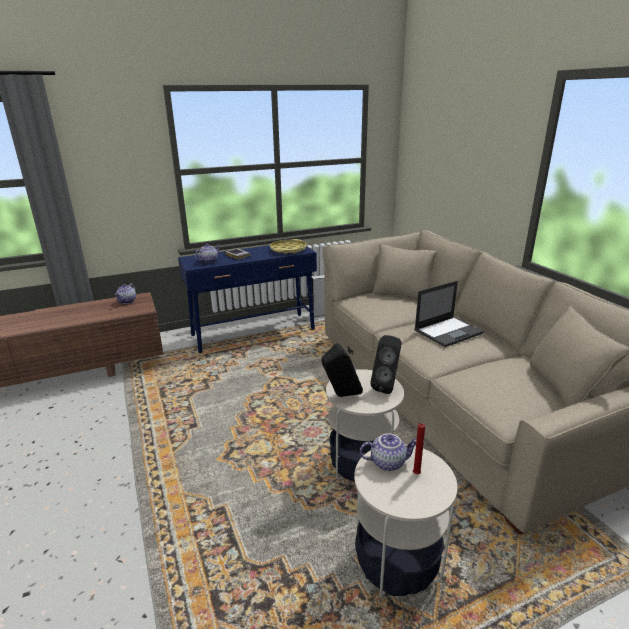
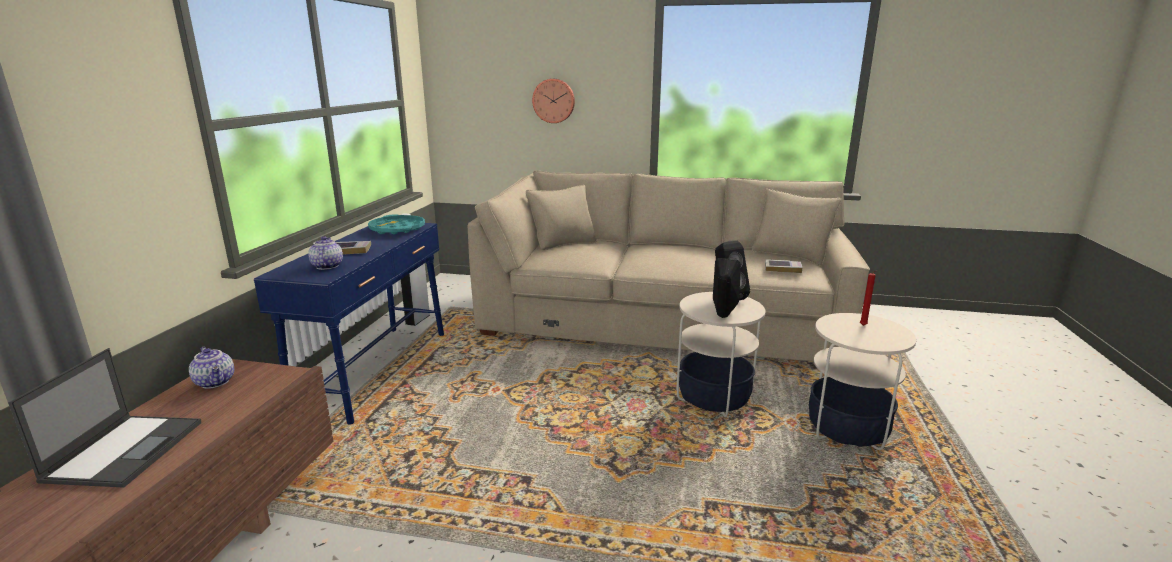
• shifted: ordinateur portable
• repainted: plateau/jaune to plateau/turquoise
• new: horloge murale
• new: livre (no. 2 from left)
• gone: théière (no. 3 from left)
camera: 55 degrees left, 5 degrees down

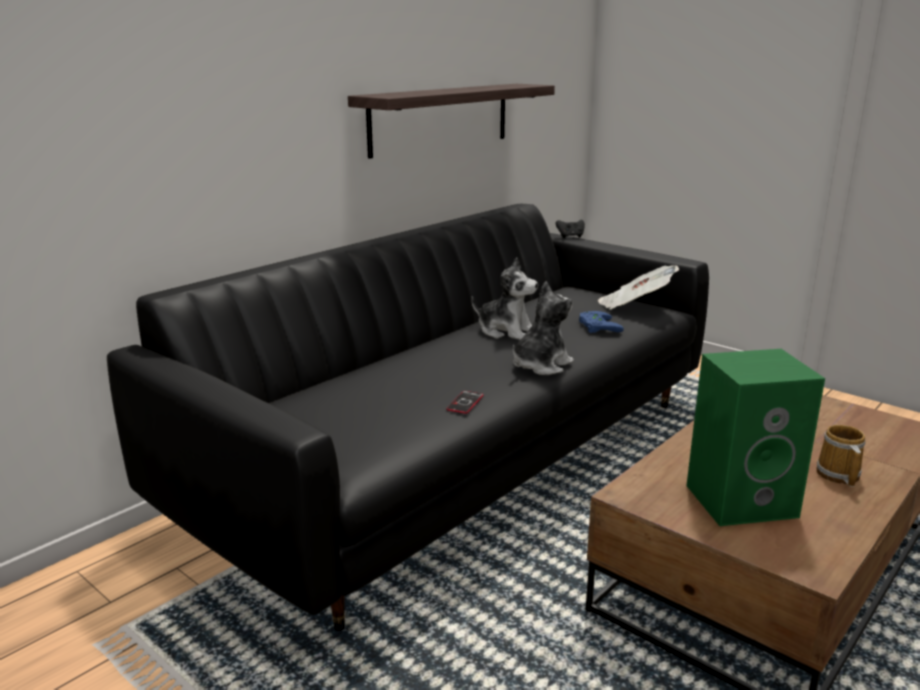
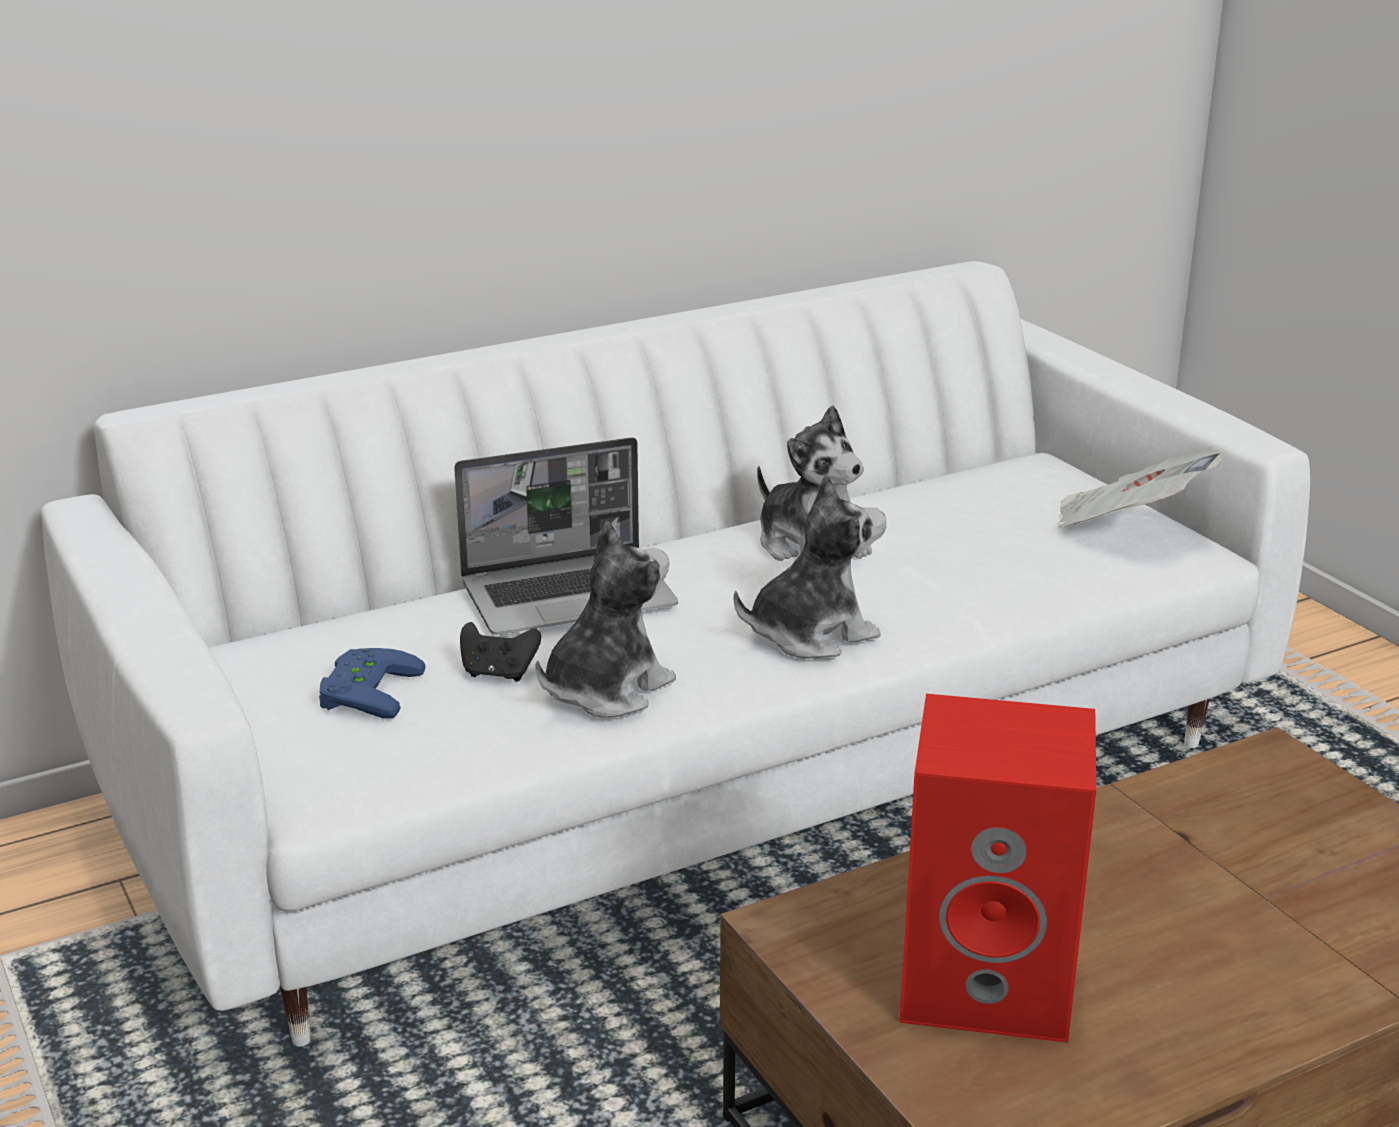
• repainted: canapé/noir to canapé/blanc
• shifted: manette/bleu
• new: ordinateur portable
• shifted: manette/noir
• swapped: téléphone to peluche (no. 1 from left)
• repainted: enceinte/vert to enceinte/rouge
• gone: étagère
• gone: mug
camera: 20 degrees right, 5 degrees up

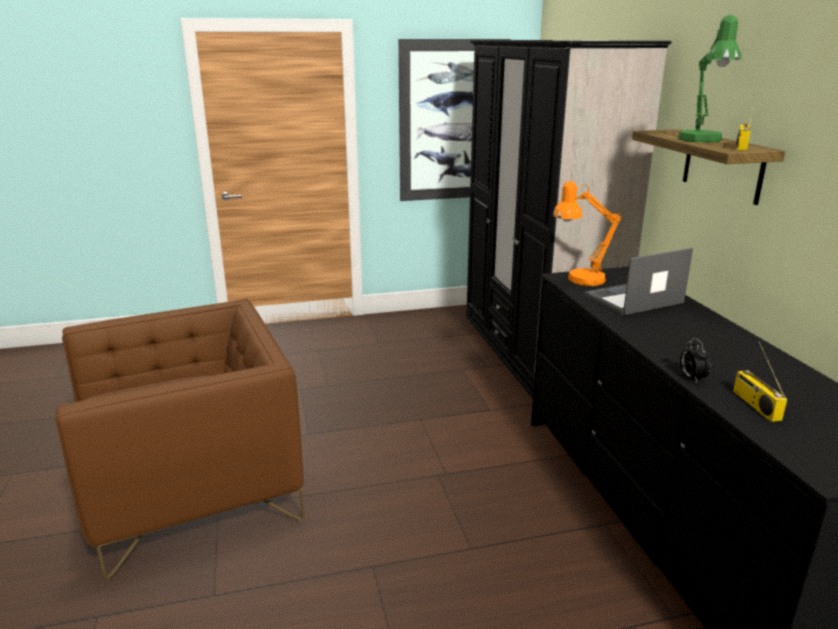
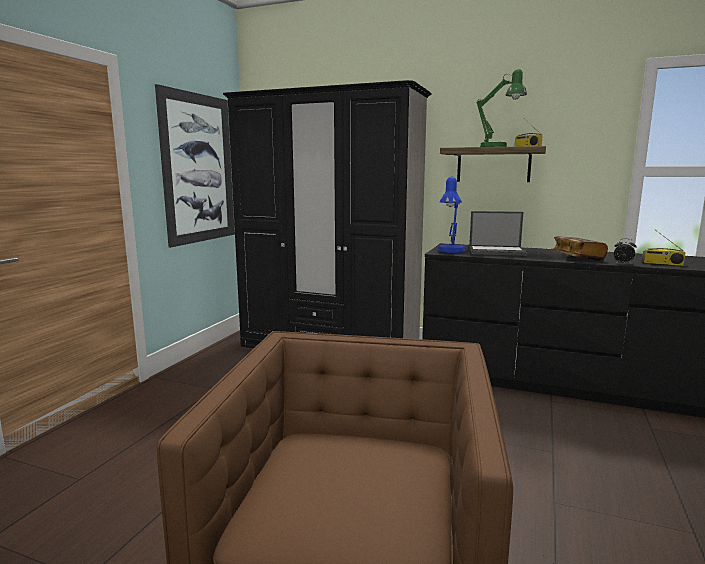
• repainted: lampe de table/orange to lampe de table/bleu
• rotated: ordinateur portable 90 degrees counterclockwise
• new: livre
camera: 55 degrees left, 10 degrees down

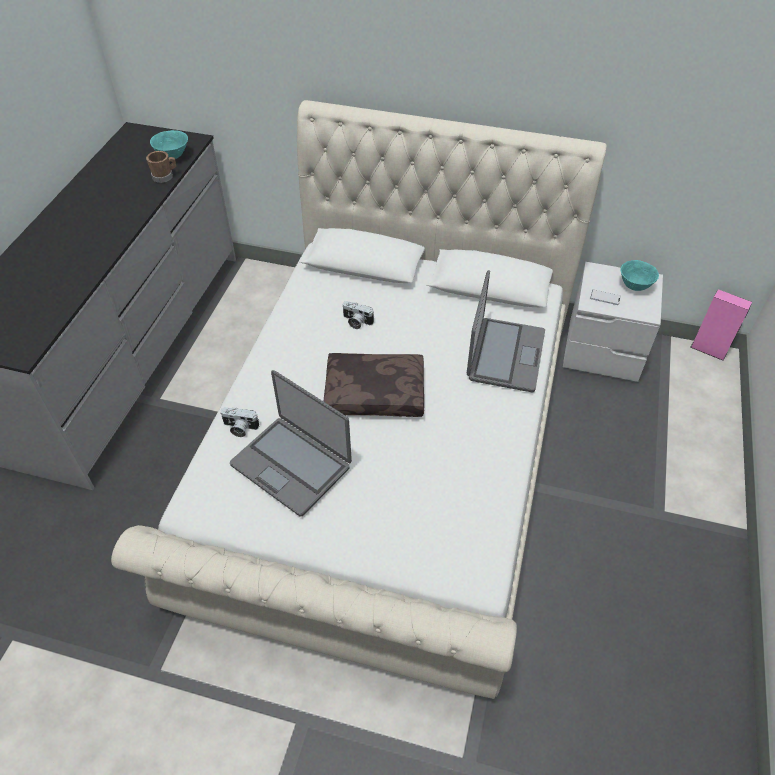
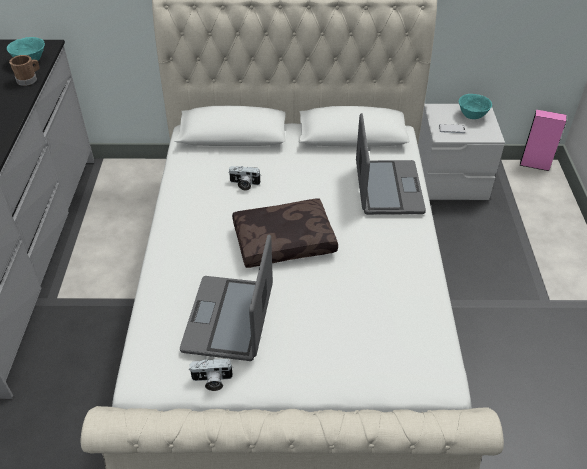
• rotated: ordinateur portable (no. 1 from left) 75 degrees clockwise
• shifted: appareil photo (no. 1 from left)
camera: 15 degrees left, 5 degrees down

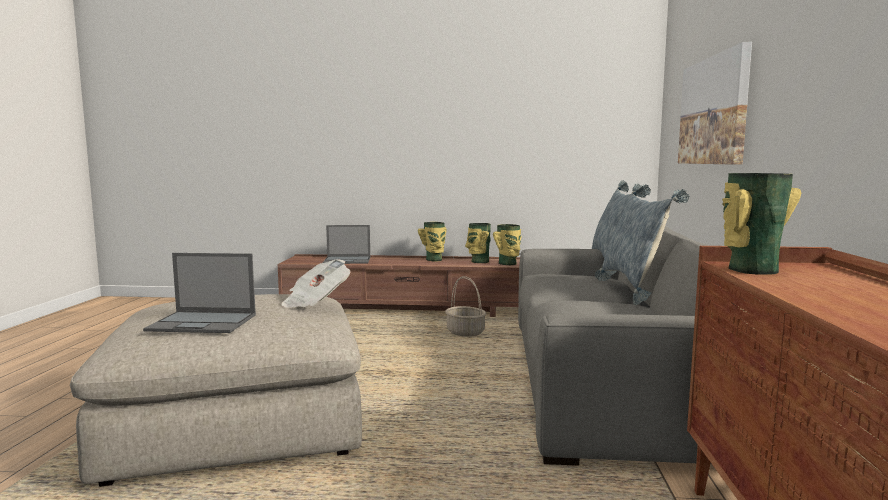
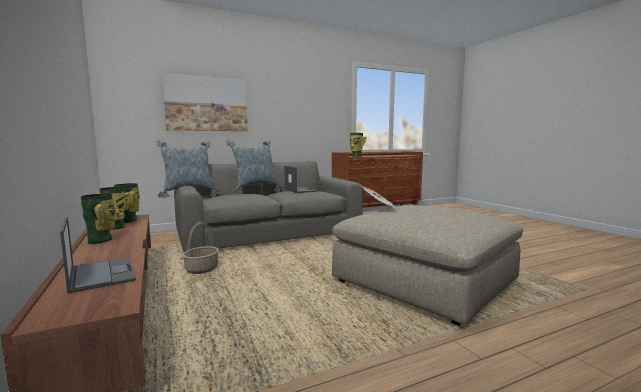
• shifted: ordinateur portable (no. 1 from left in the first image) to ordinateur portable (no. 2 from left)
camera: 120 degrees left, 0 degrees up

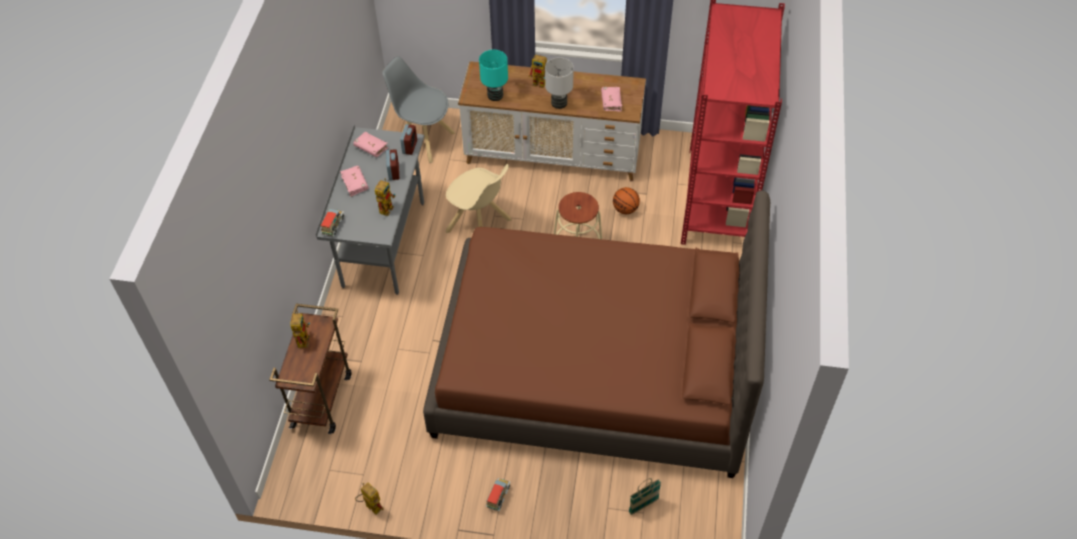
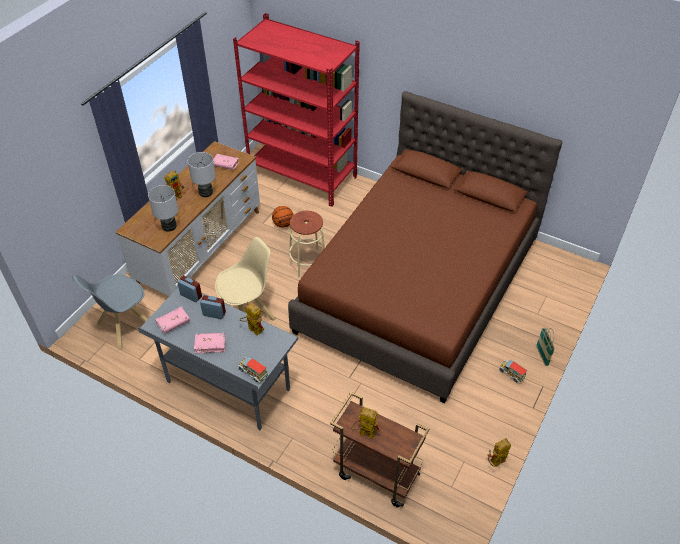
• repainted: lampe de table/turquoise to lampe de table/gris (no. 1 from left)
• shifted: panier
camera: 70 degrees left, 5 degrees down

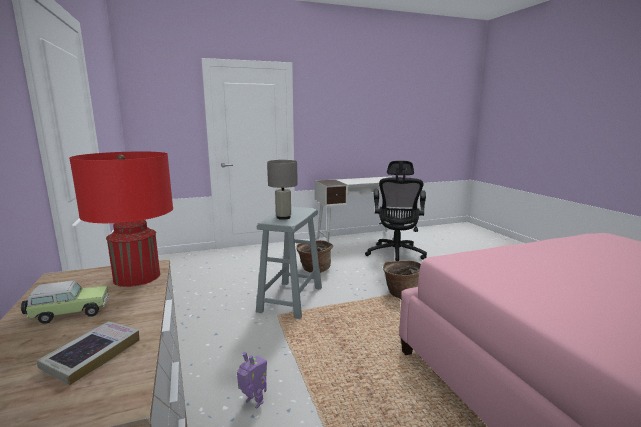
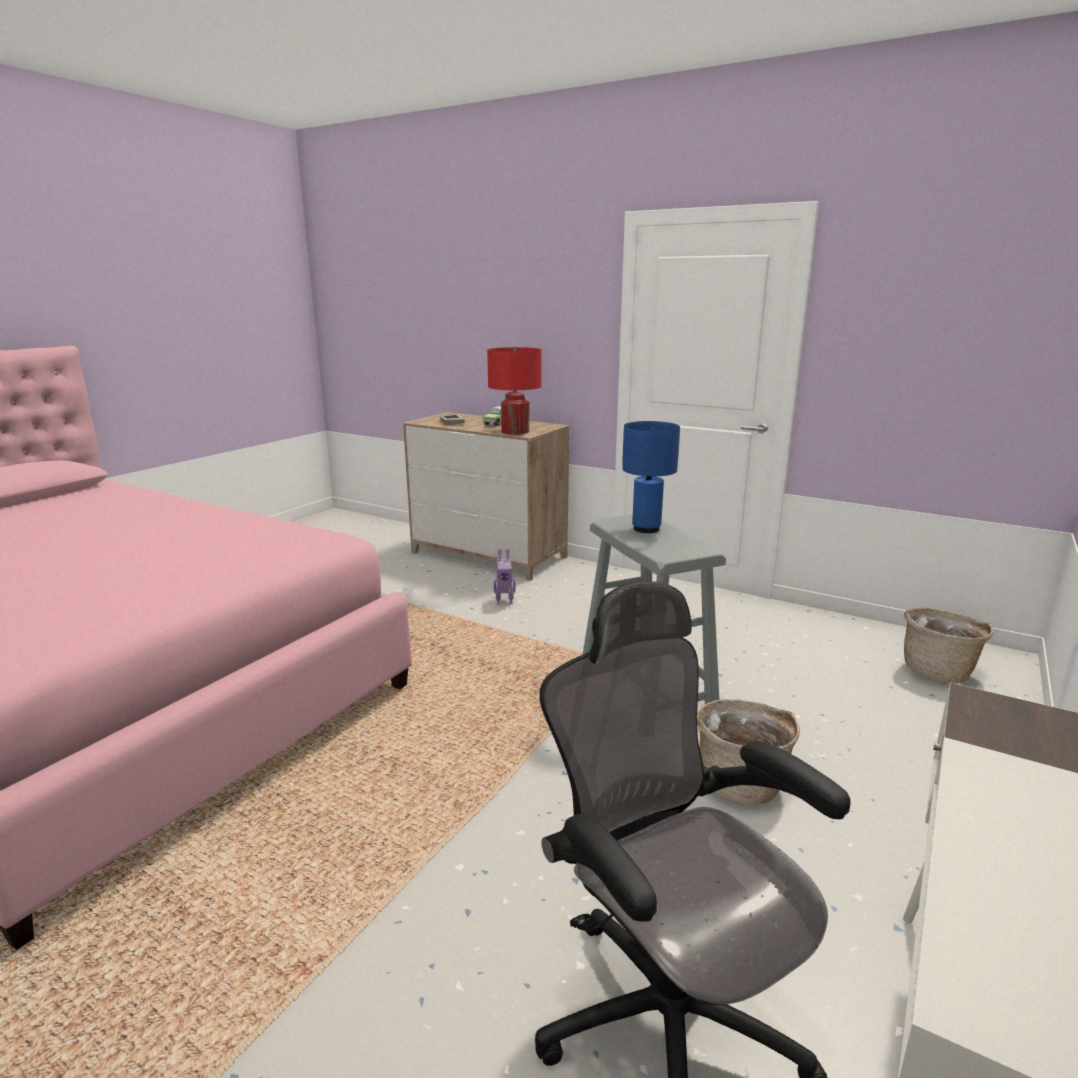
• repainted: lampe de table/gris to lampe de table/bleu
• shifted: panier (no. 2 from left)
camera: 140 degrees right, 5 degrees up

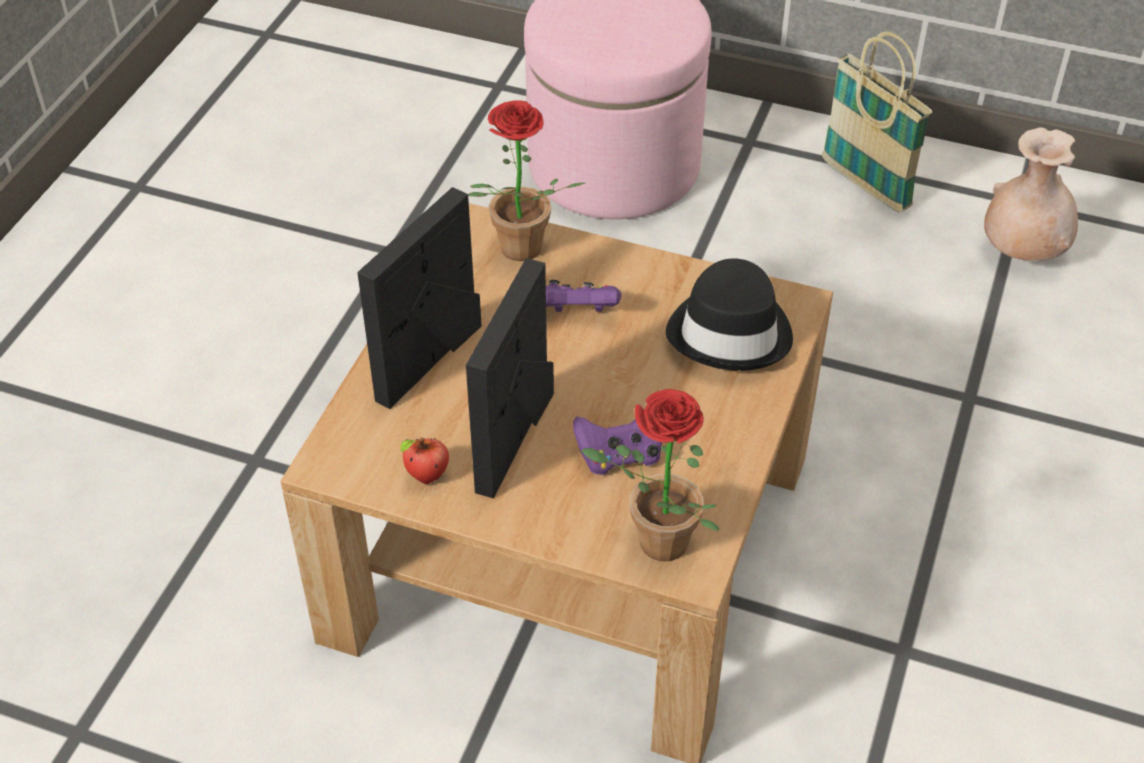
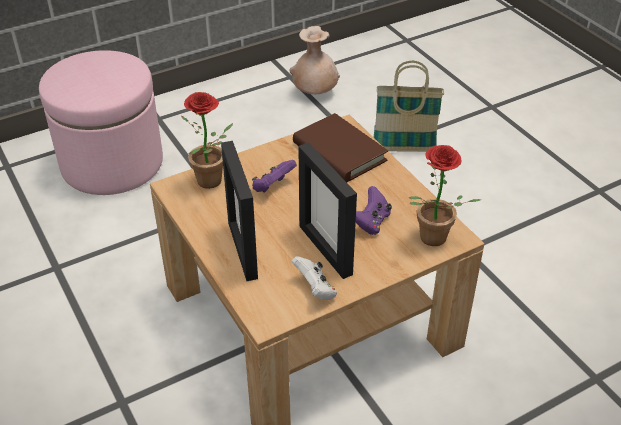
• swapped: pomme to manette/blanc
• swapped: chapeau/noir to livre/marron
• shifted: panier
camera: 50 degrees left, 5 degrees down

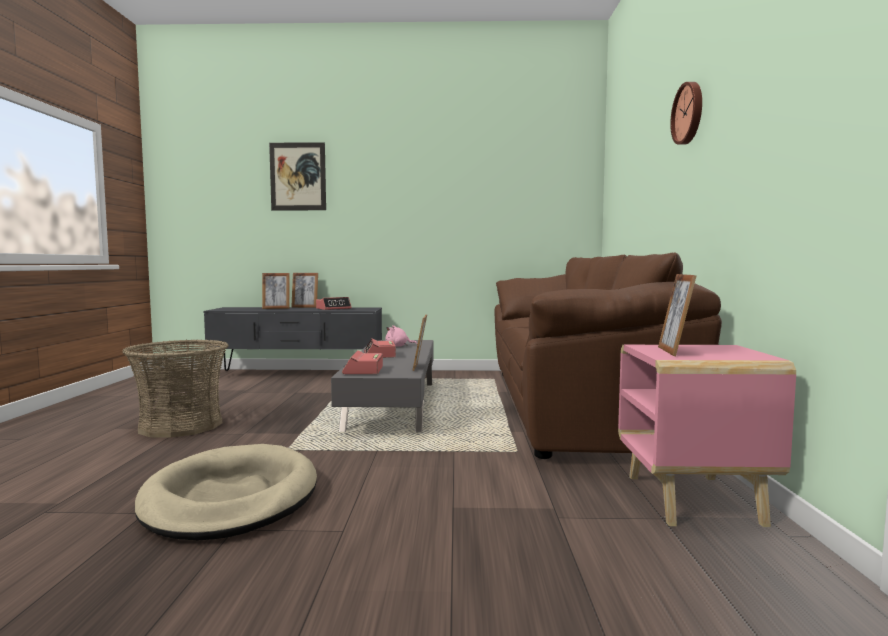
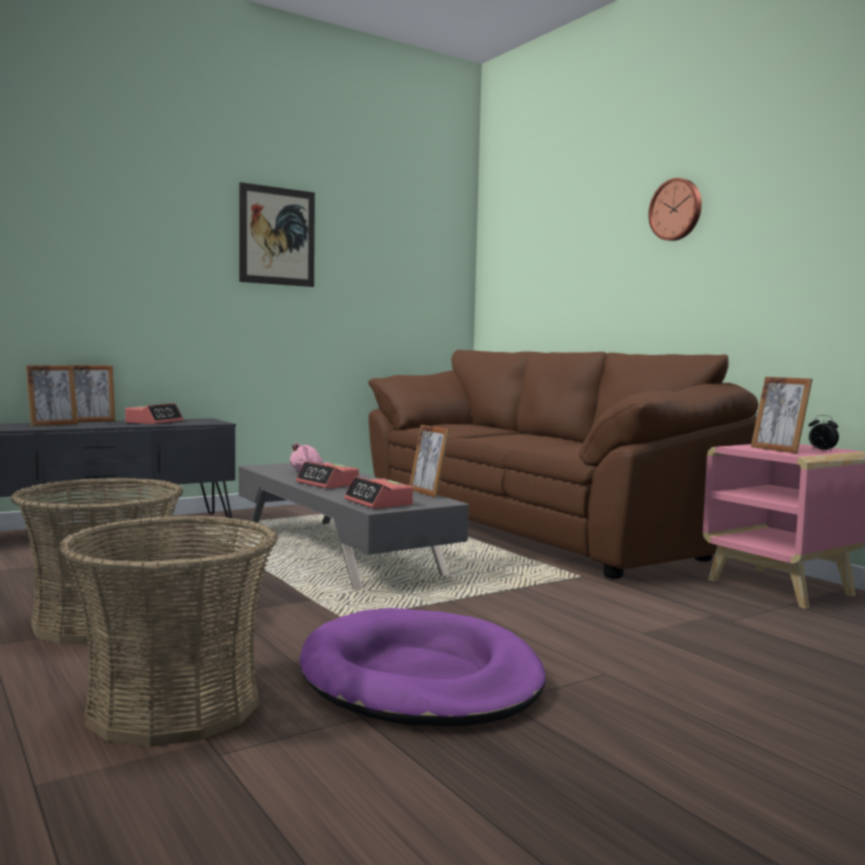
• new: panier (no. 2 from left)
• shifted: tableau
• repainted: panier pour chien/beige to panier pour chien/violet
• new: réveil (no. 4 from left)
camera: 35 degrees left, 0 degrees up

